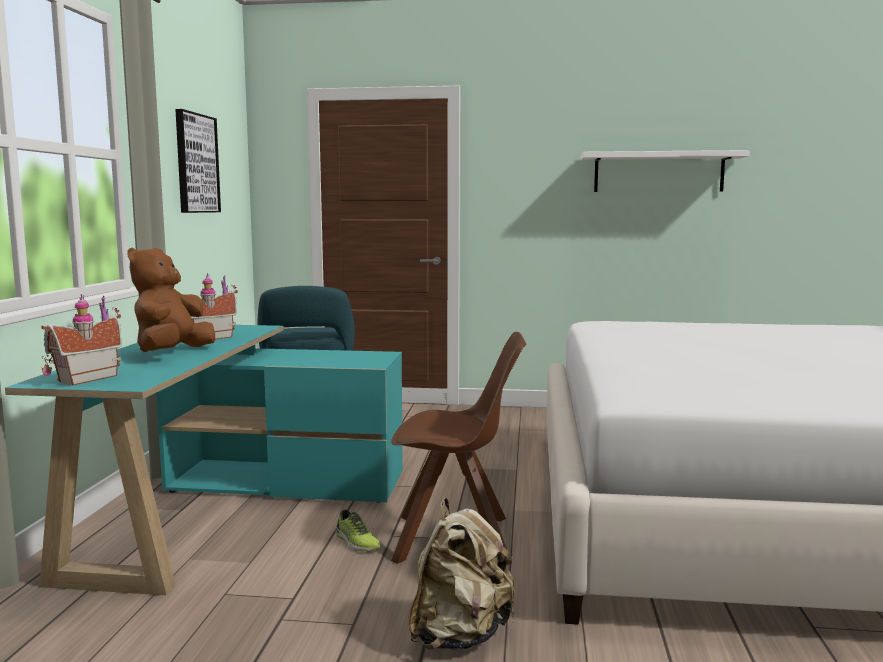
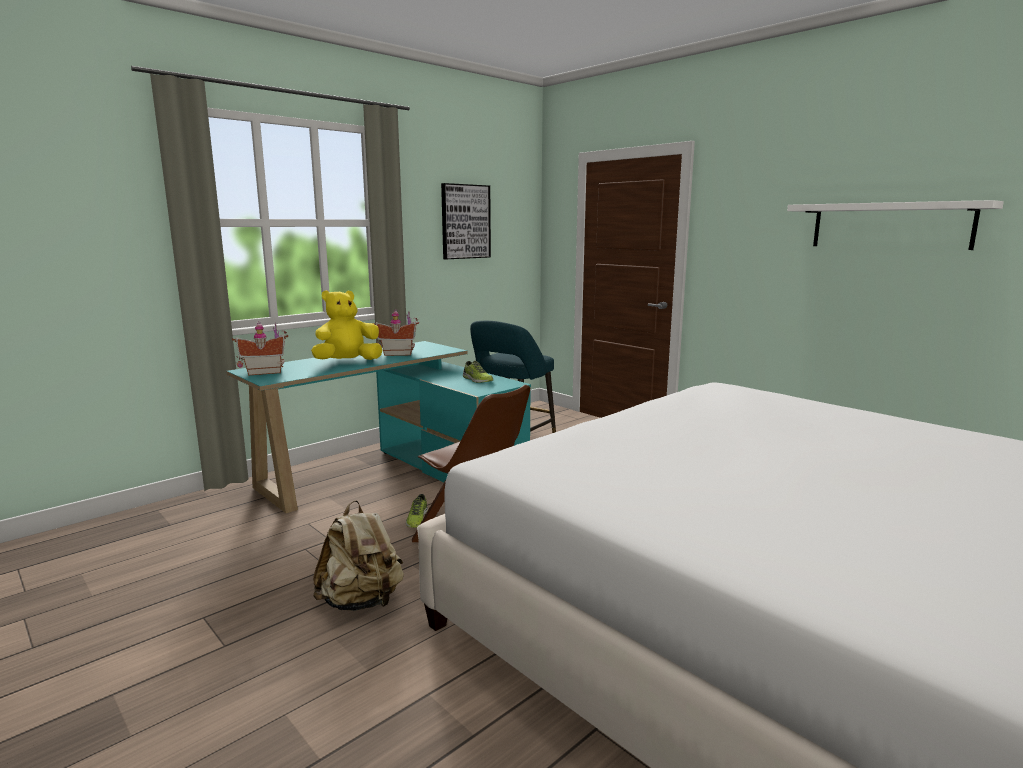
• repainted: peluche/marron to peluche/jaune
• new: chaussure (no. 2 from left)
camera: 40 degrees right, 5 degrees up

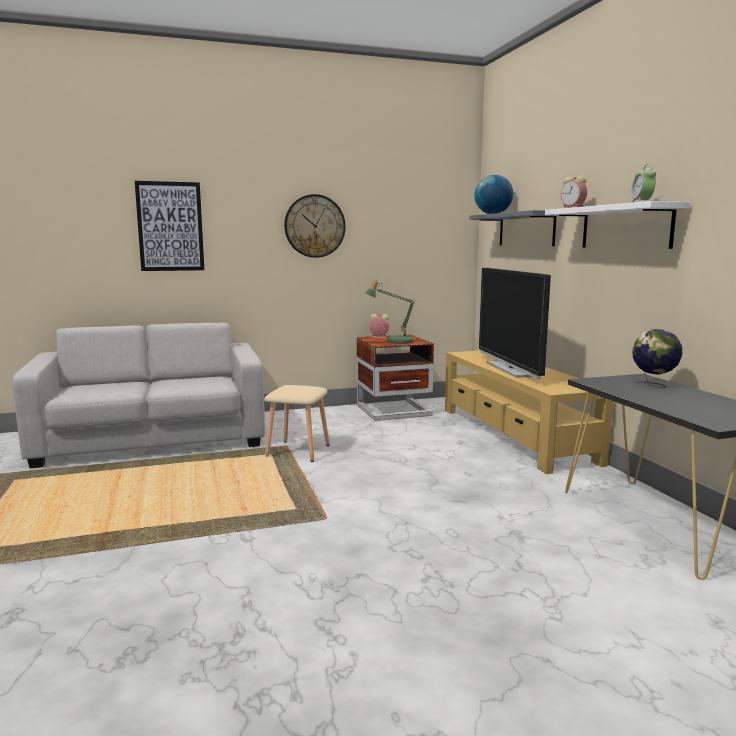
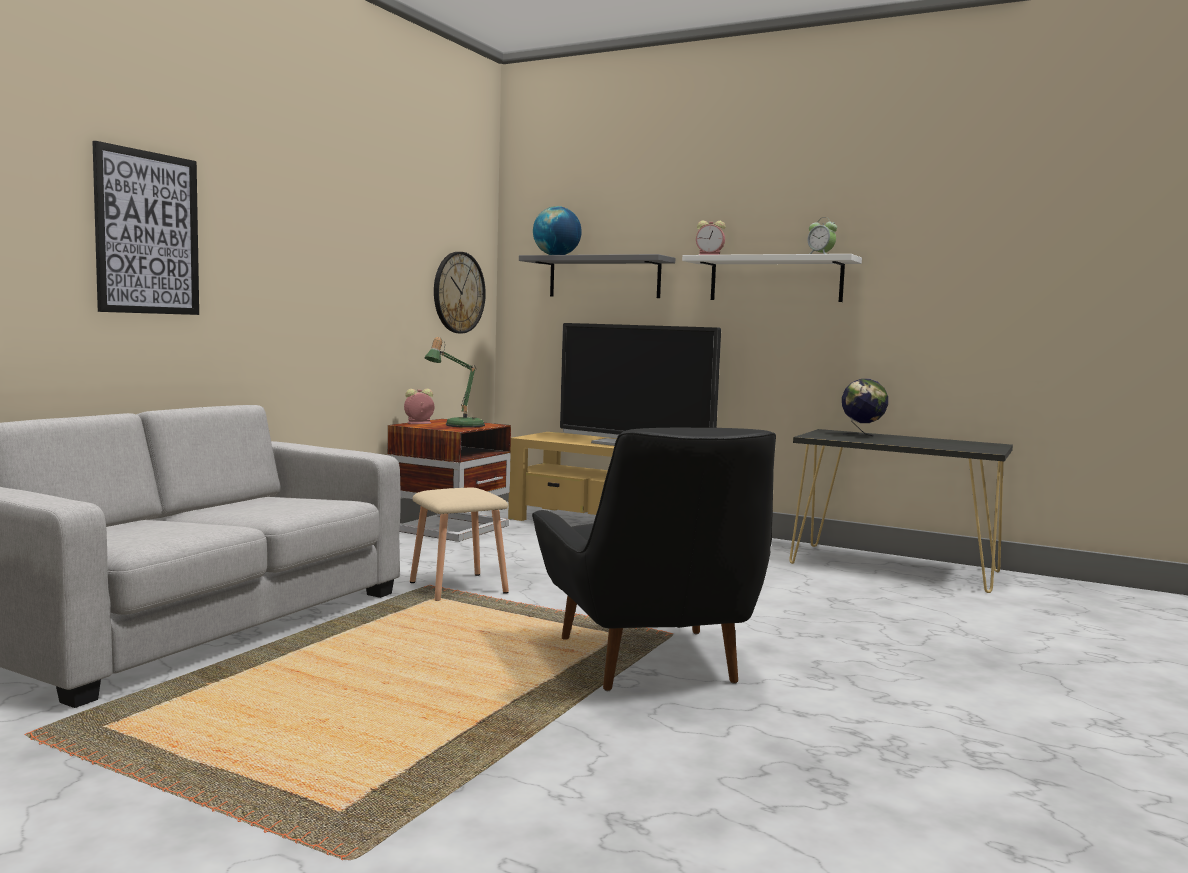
• shifted: horloge murale
• new: fauteuil/noir
camera: 45 degrees left, 5 degrees down

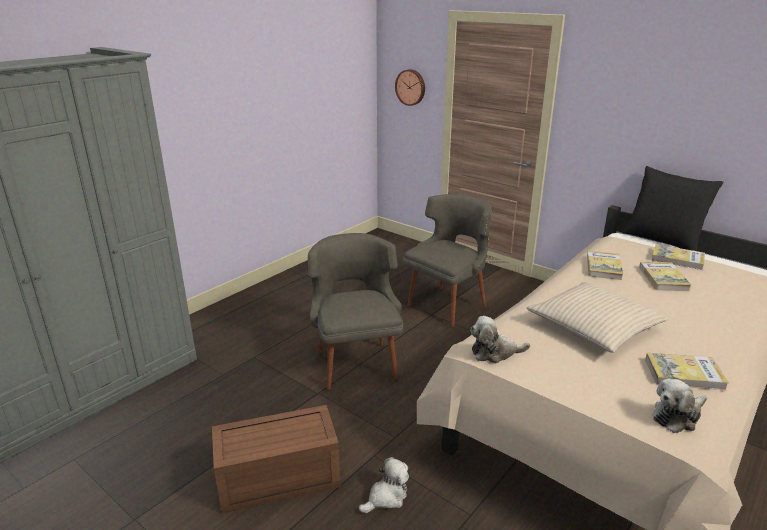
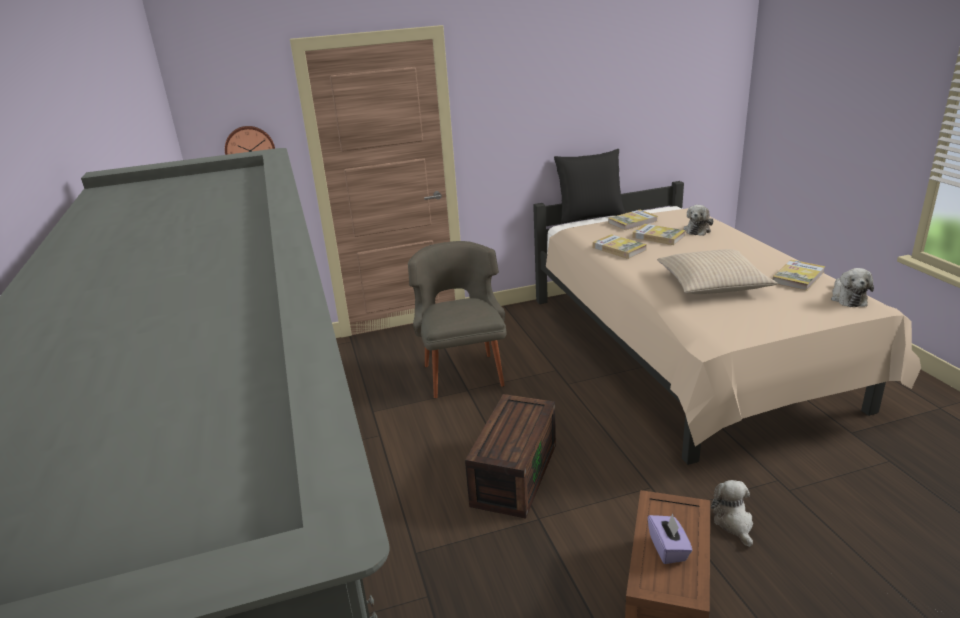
• swapped: chaise/gris (no. 1 from left) to boîte de rangement/marron (no. 1 from left)
• new: boîte à mouchoirs/violet
• shifted: peluche (no. 2 from left in the first image) to peluche (no. 1 from left)
camera: 55 degrees left, 0 degrees up

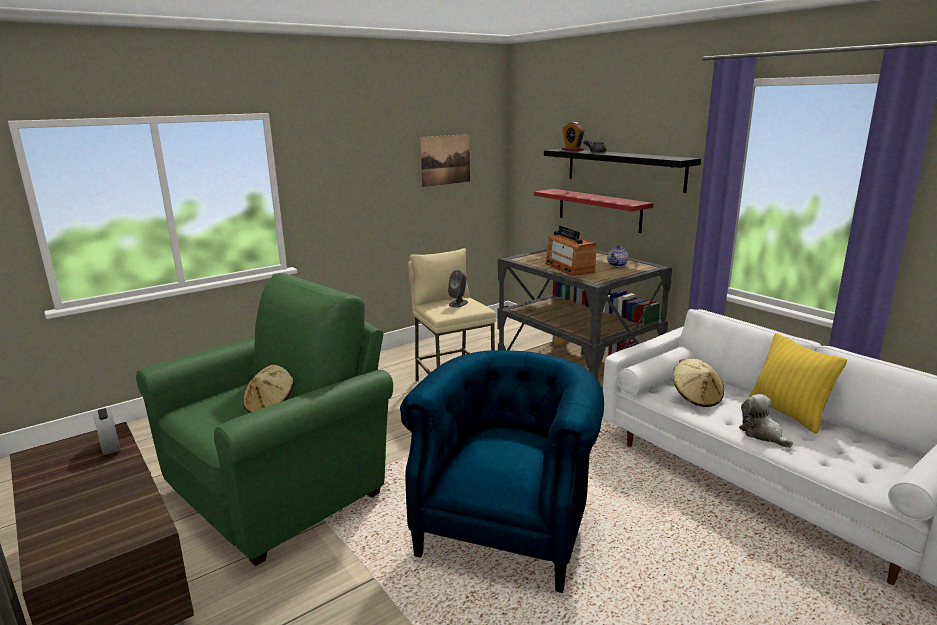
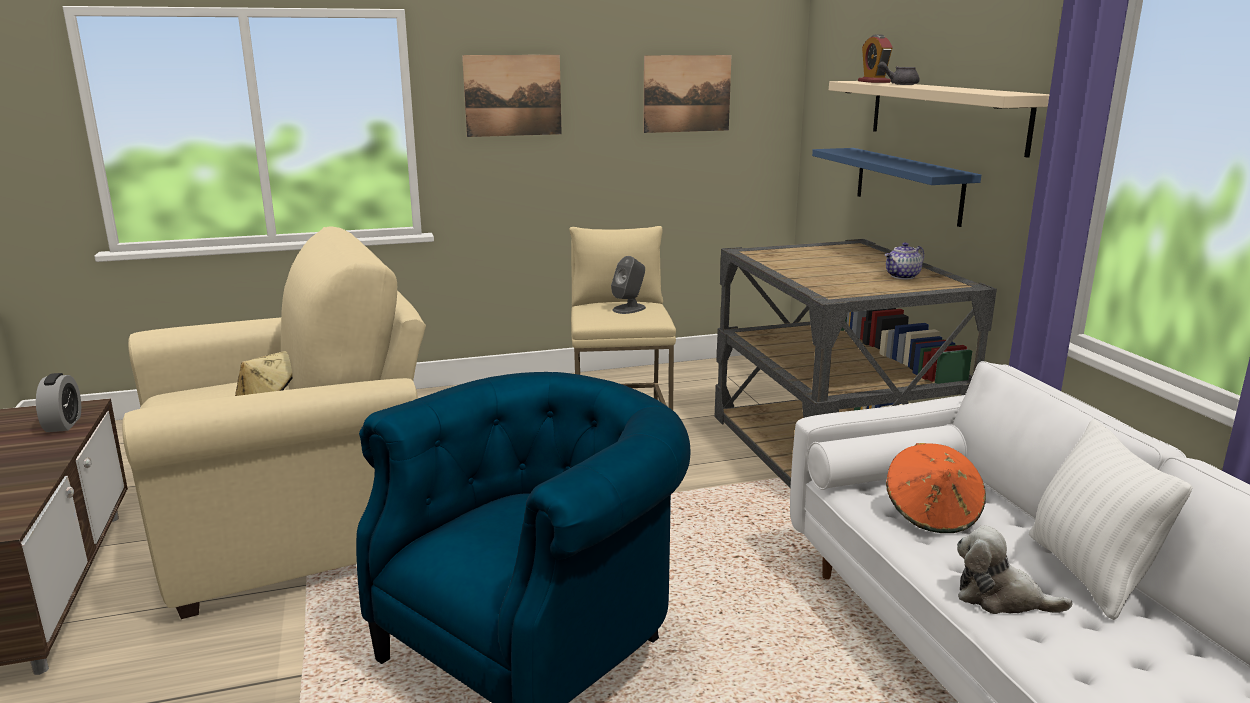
• repainted: fauteuil/vert to fauteuil/beige
• new: tableau (no. 1 from left)
• repainted: étagère/rouge to étagère/bleu
• repainted: étagère/noir to étagère/beige
• repainted: chapeau/beige (no. 2 from left) to chapeau/orange
• rotated: peluche 60 degrees counterclockwise
• repainted: coussin/jaune to coussin/blanc
• gone: radio
camera: 20 degrees right, 0 degrees up

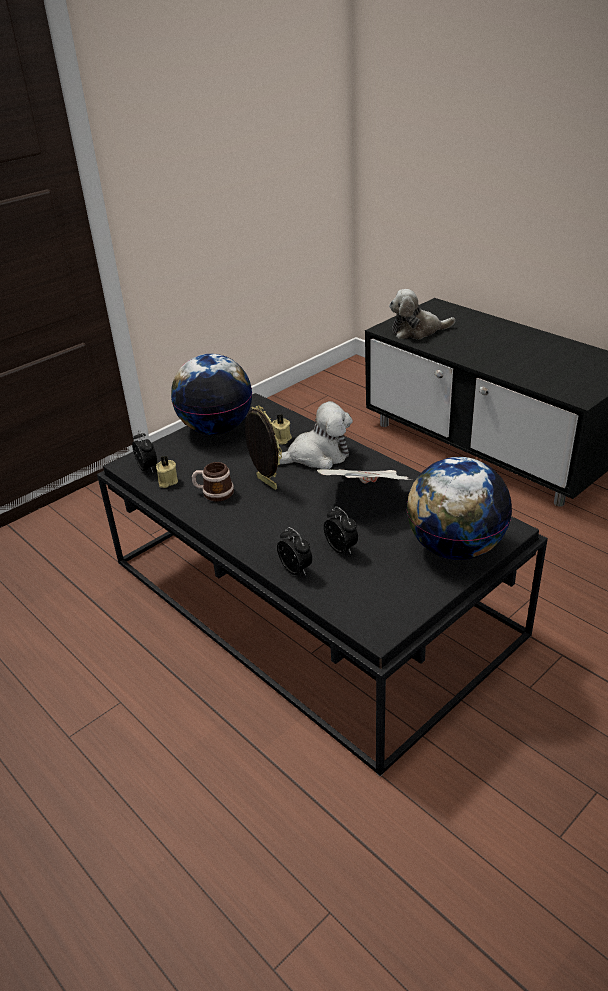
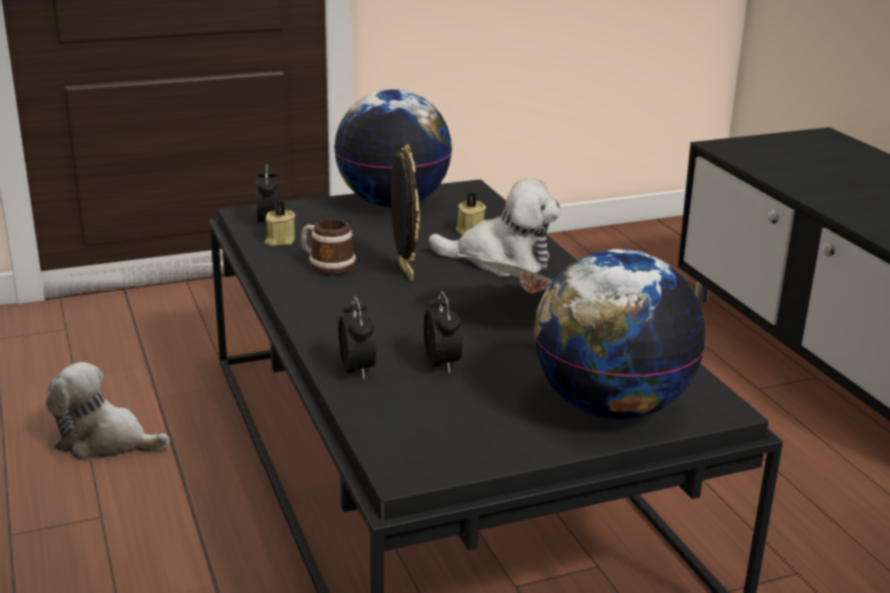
• shifted: peluche (no. 2 from left in the first image) to peluche (no. 1 from left)
camera: 20 degrees right, 10 degrees down

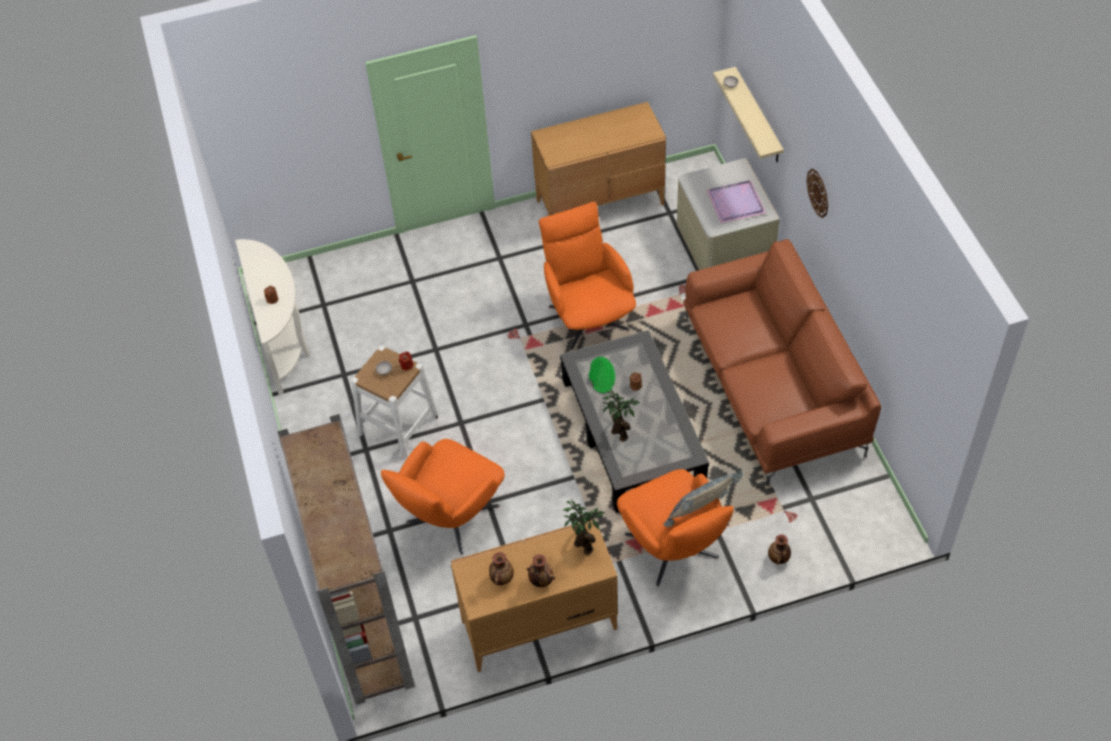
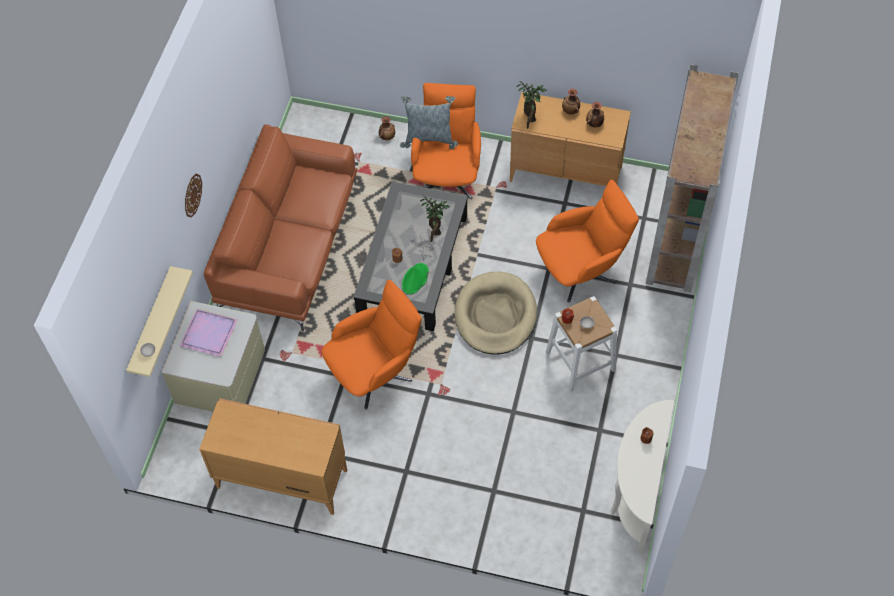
• rotated: fauteuil/orange (no. 2 from left in the first image) 135 degrees counterclockwise
• new: panier pour chien/beige
camera: 150 degrees left, 5 degrees up

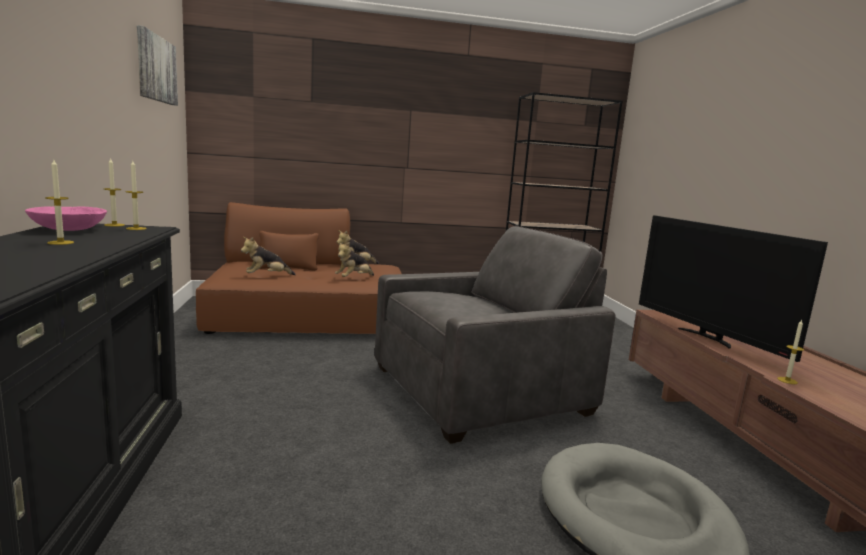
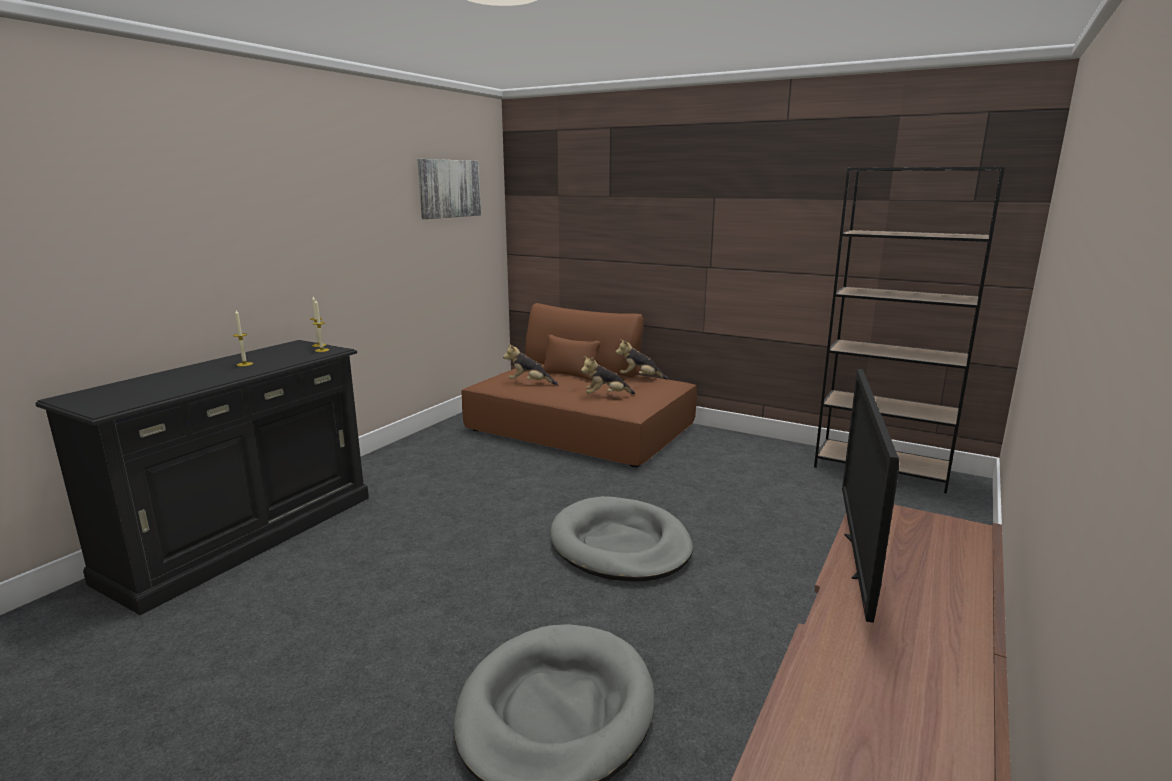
• swapped: fauteuil/gris to panier pour chien/gris (no. 2 from left)
• gone: bol/rose
• gone: bougie (no. 4 from left)
camera: 40 degrees right, 5 degrees up

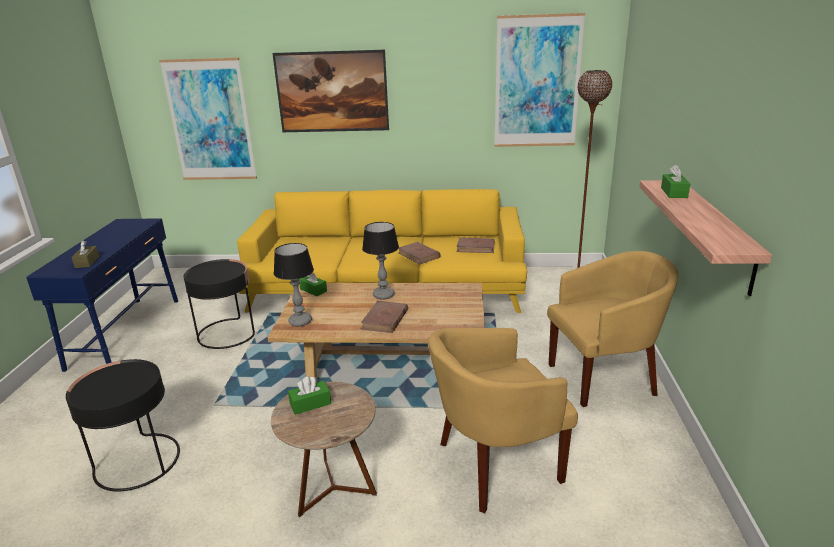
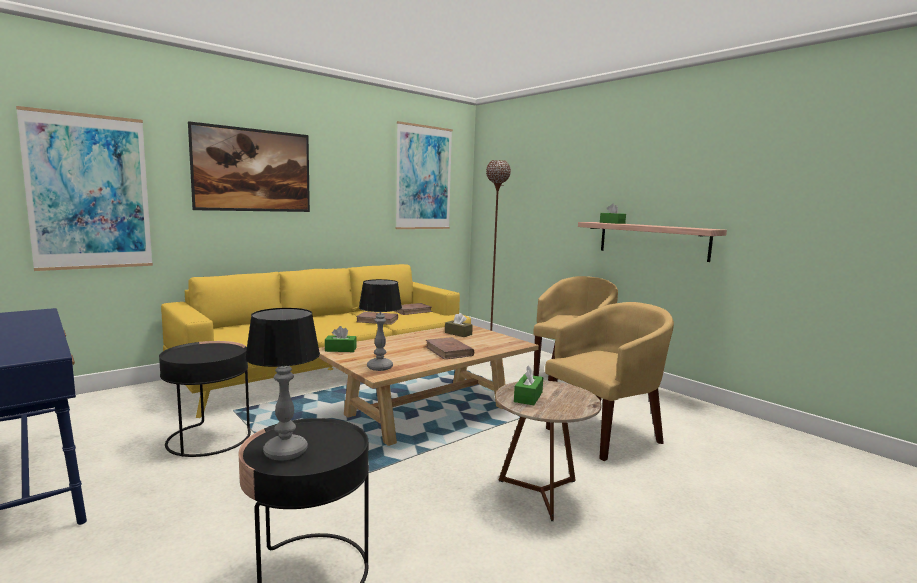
• shifted: lampe de table (no. 2 from left in the first image) to lampe de table (no. 1 from left)
• shifted: boîte à mouchoirs/marron
• rotated: fauteuil/jaune (no. 1 from left in the first image) 150 degrees counterclockwise
camera: 45 degrees left, 15 degrees down

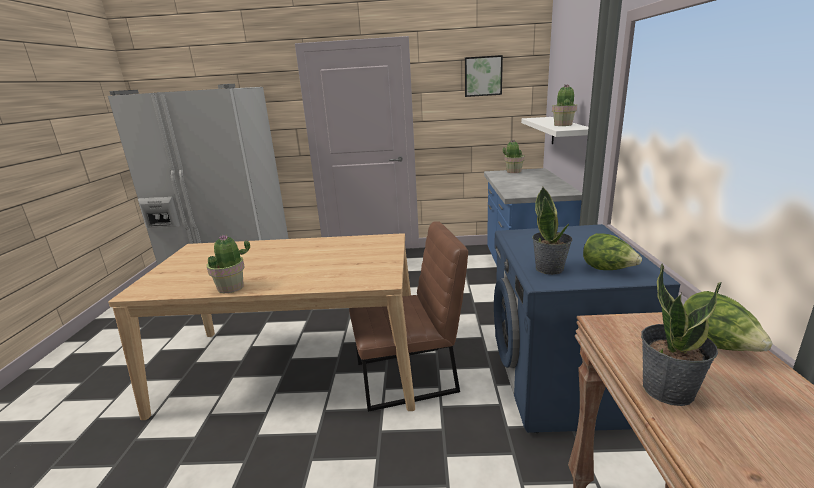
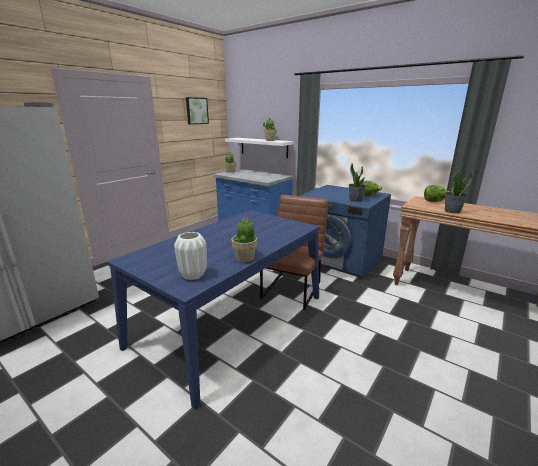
• repainted: table à manger/beige to table à manger/bleu
• new: vase/blanc
camera: 55 degrees left, 0 degrees up

